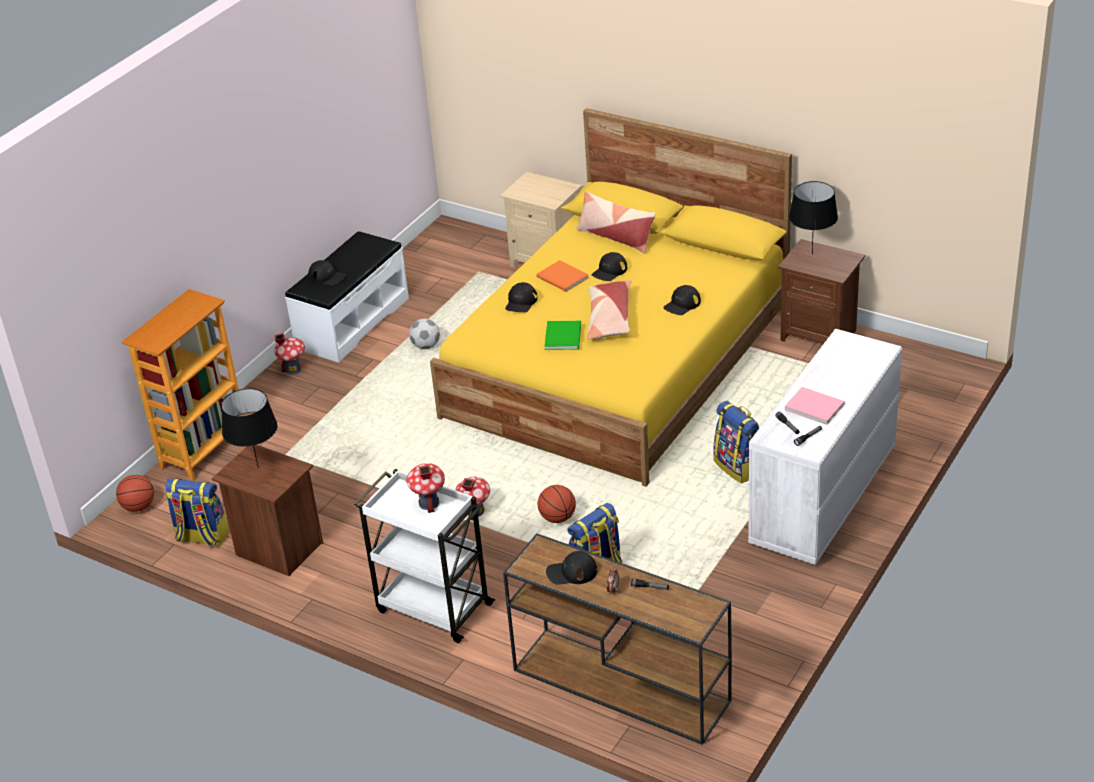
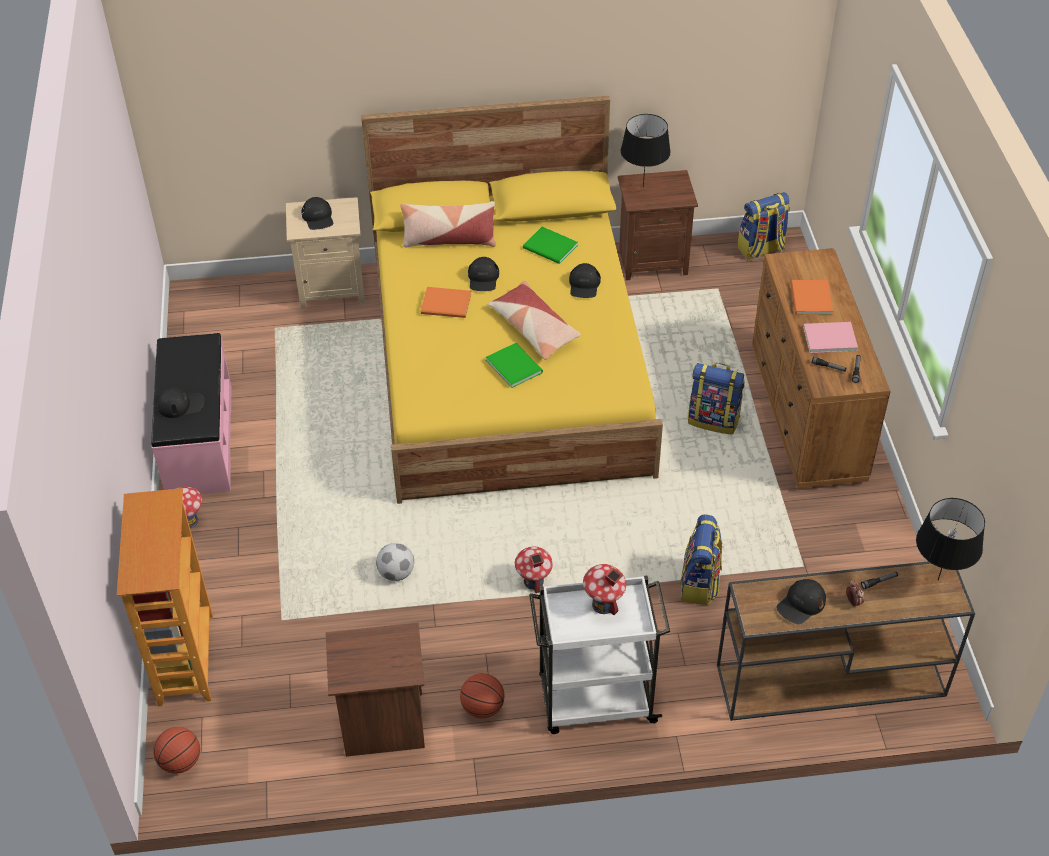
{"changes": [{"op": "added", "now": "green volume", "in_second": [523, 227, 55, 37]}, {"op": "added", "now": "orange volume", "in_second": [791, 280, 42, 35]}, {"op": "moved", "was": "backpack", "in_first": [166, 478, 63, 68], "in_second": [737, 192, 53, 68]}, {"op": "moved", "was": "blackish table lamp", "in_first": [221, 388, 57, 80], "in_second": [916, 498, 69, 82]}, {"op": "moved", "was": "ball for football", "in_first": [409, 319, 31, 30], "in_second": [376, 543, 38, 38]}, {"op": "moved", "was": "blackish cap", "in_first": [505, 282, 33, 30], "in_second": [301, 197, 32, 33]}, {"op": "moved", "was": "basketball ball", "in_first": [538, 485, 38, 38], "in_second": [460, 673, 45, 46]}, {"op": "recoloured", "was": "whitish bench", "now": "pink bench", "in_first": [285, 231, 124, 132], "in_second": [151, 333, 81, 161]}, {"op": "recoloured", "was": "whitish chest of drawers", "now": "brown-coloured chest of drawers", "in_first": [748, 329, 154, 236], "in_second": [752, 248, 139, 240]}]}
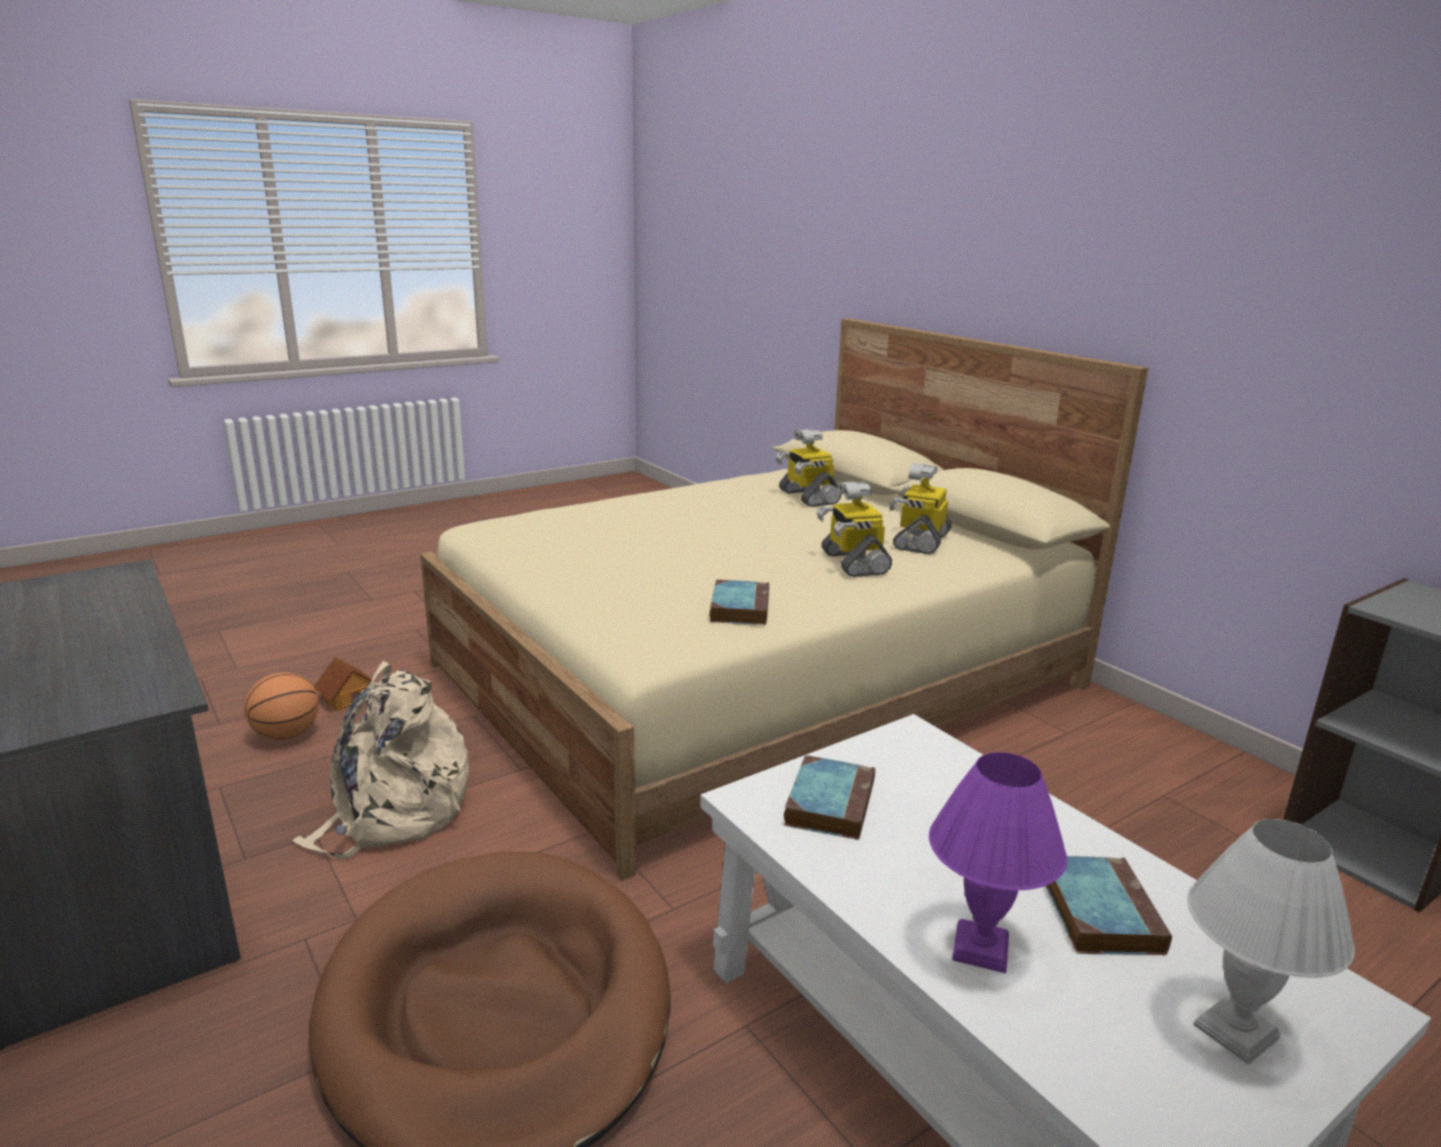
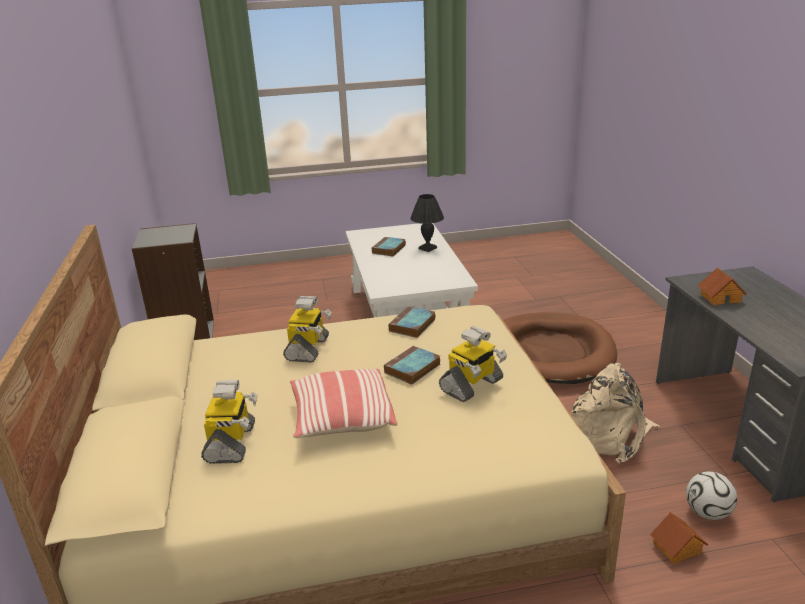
{"changes": [{"op": "removed", "was": "whitish table lamp", "in_first": [1187, 819, 168, 246]}, {"op": "added", "now": "pillow", "in_second": [290, 369, 107, 69]}, {"op": "added", "now": "toy house", "in_second": [697, 268, 49, 38]}, {"op": "moved", "was": "volume", "in_first": [784, 755, 91, 85], "in_second": [384, 346, 56, 39]}, {"op": "moved", "was": "model robot", "in_first": [889, 463, 63, 91], "in_second": [439, 326, 68, 76]}, {"op": "replaced", "was": "basketball ball", "now": "ball for football", "in_first": [244, 672, 75, 68], "in_second": [686, 471, 51, 49]}, {"op": "recoloured", "was": "purple table lamp", "now": "blackish table lamp", "in_first": [929, 752, 138, 221], "in_second": [410, 194, 34, 58]}]}
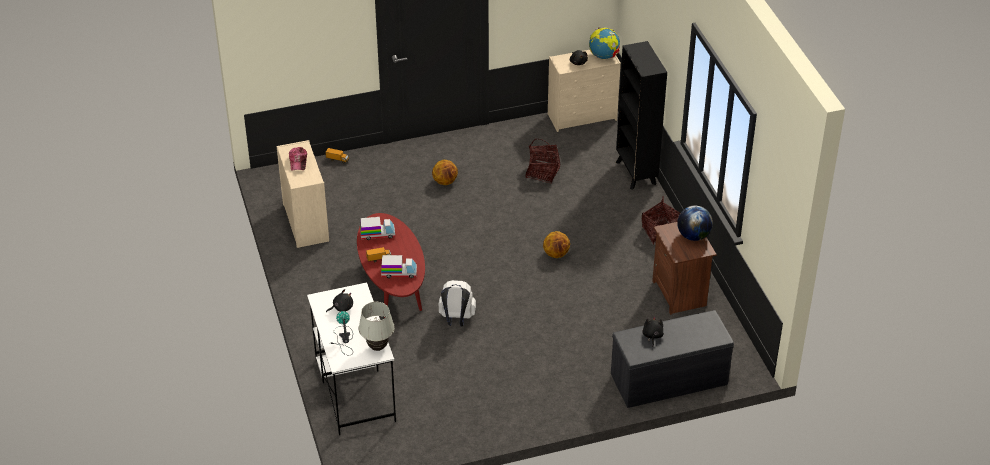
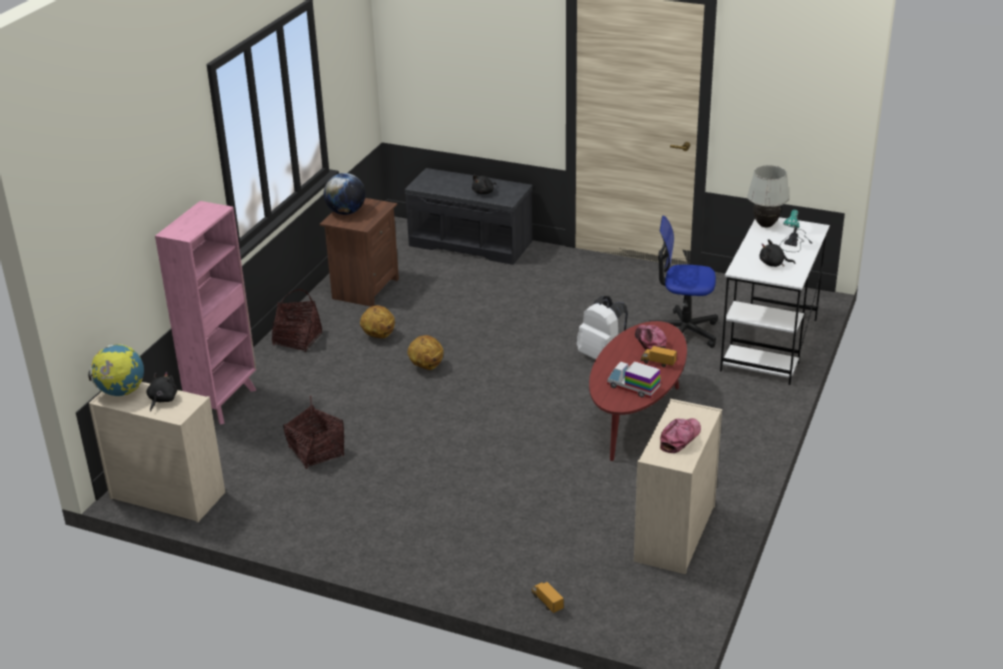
{"changes": [{"op": "added", "now": "office chair", "in_second": [648, 216, 70, 132]}, {"op": "moved", "was": "basketball ball", "in_first": [432, 160, 26, 25], "in_second": [360, 305, 35, 33]}, {"op": "replaced", "was": "toy lorry", "now": "cap", "in_first": [381, 255, 36, 23], "in_second": [635, 325, 32, 25]}, {"op": "recoloured", "was": "blackish shelving unit", "now": "pink shelving unit", "in_first": [616, 41, 51, 149], "in_second": [155, 201, 101, 224]}]}
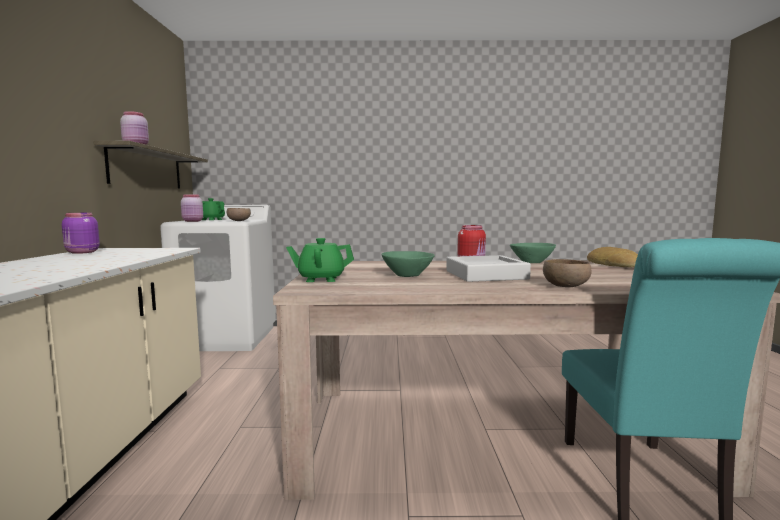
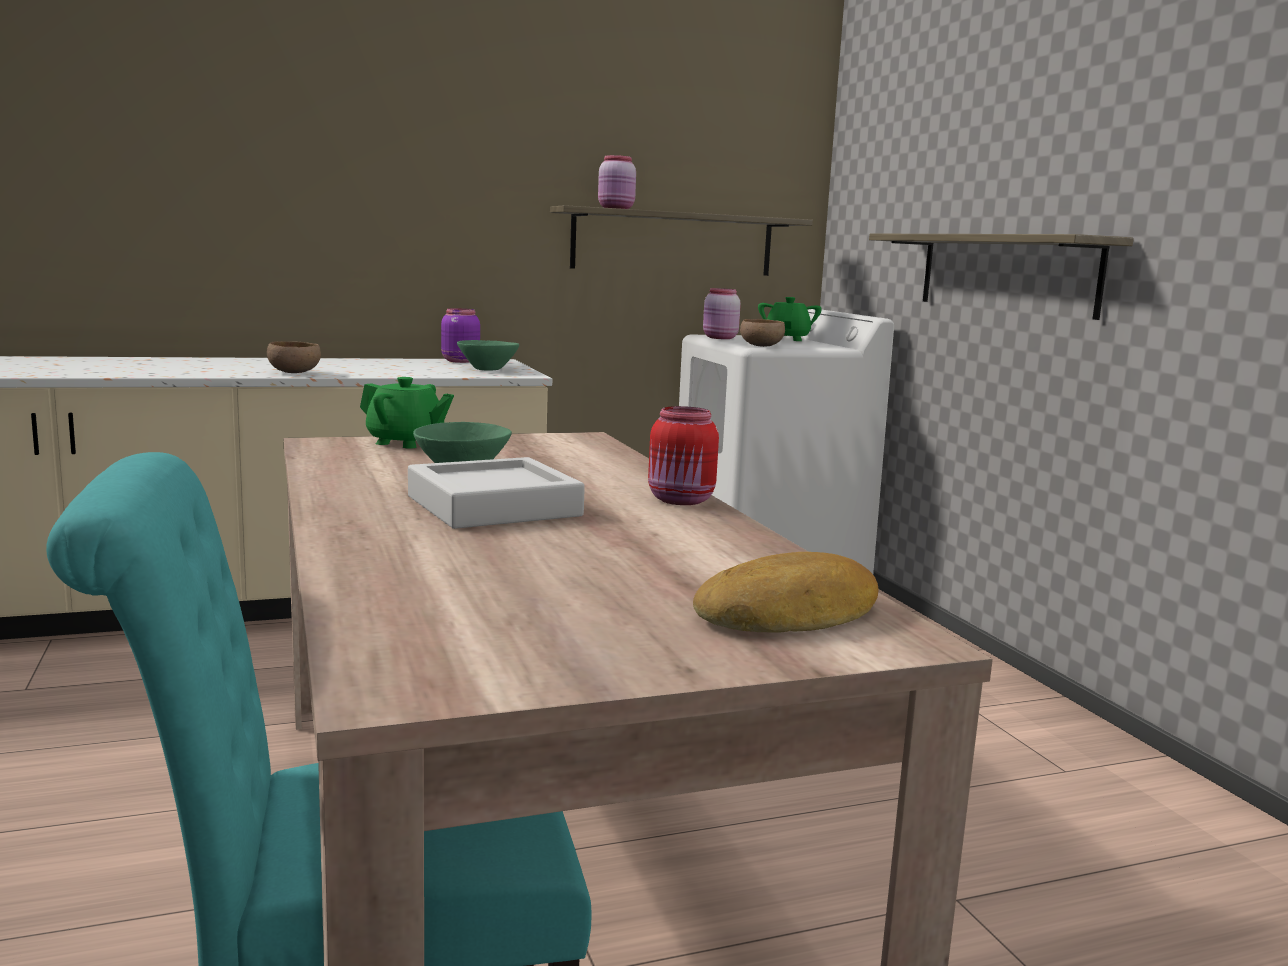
{"changes": [{"op": "added", "now": "wall shelf", "in_second": [869, 234, 265, 86]}, {"op": "moved", "was": "green bowl", "in_first": [510, 243, 46, 20], "in_second": [457, 340, 62, 30]}, {"op": "moved", "was": "brown-coloured bowl", "in_first": [543, 259, 49, 28], "in_second": [267, 341, 54, 32]}, {"op": "turned", "was": "green tea pot", "in_first": [286, 238, 68, 44], "in_second": [360, 377, 94, 72], "clockwise": 135}]}
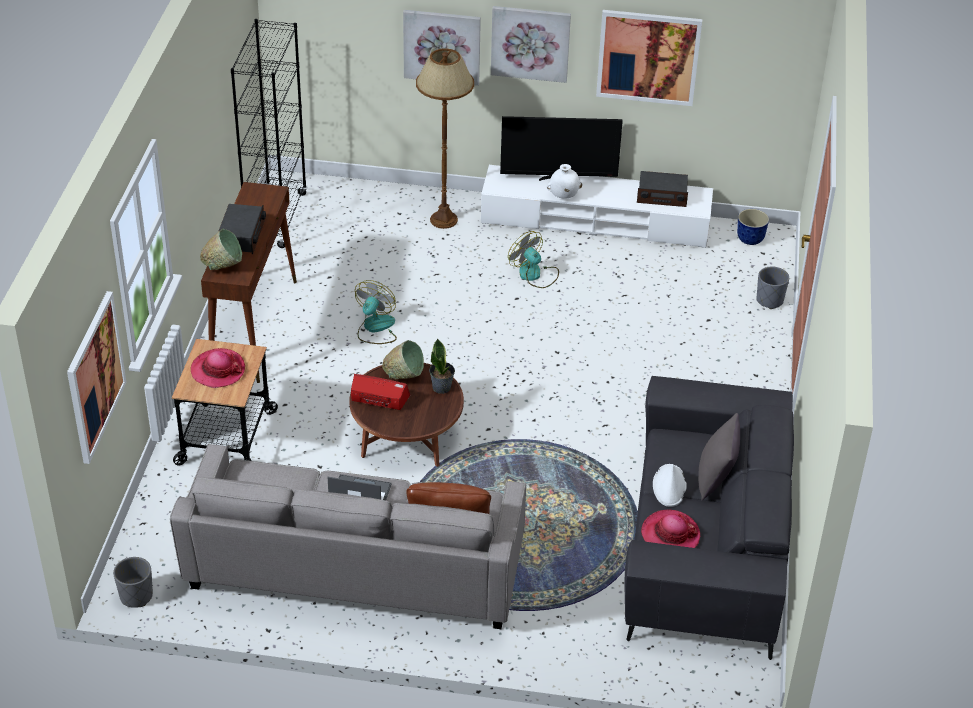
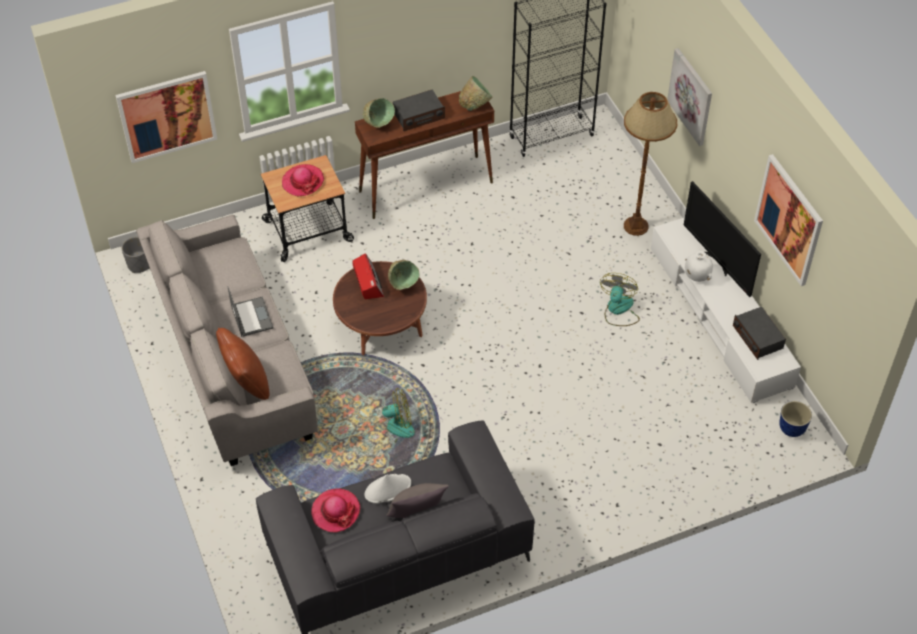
{"changes": [{"op": "removed", "was": "houseplant", "in_first": [429, 339, 26, 55]}, {"op": "removed", "was": "wall picture", "in_first": [491, 6, 80, 77]}, {"op": "removed", "was": "greyish flower pot", "in_first": [757, 266, 32, 43]}, {"op": "added", "now": "green bowl", "in_second": [459, 76, 34, 35]}, {"op": "moved", "was": "cooling fan", "in_first": [355, 280, 42, 64], "in_second": [373, 388, 42, 55]}]}
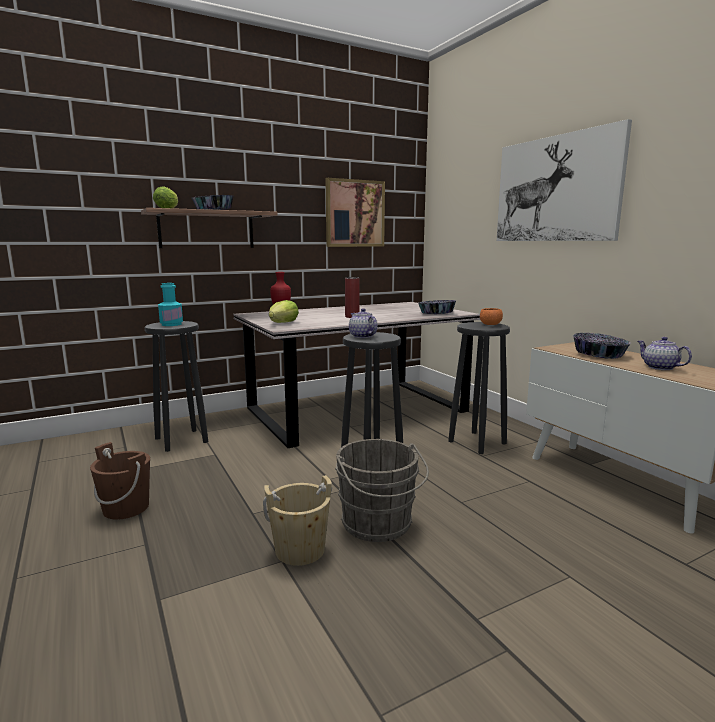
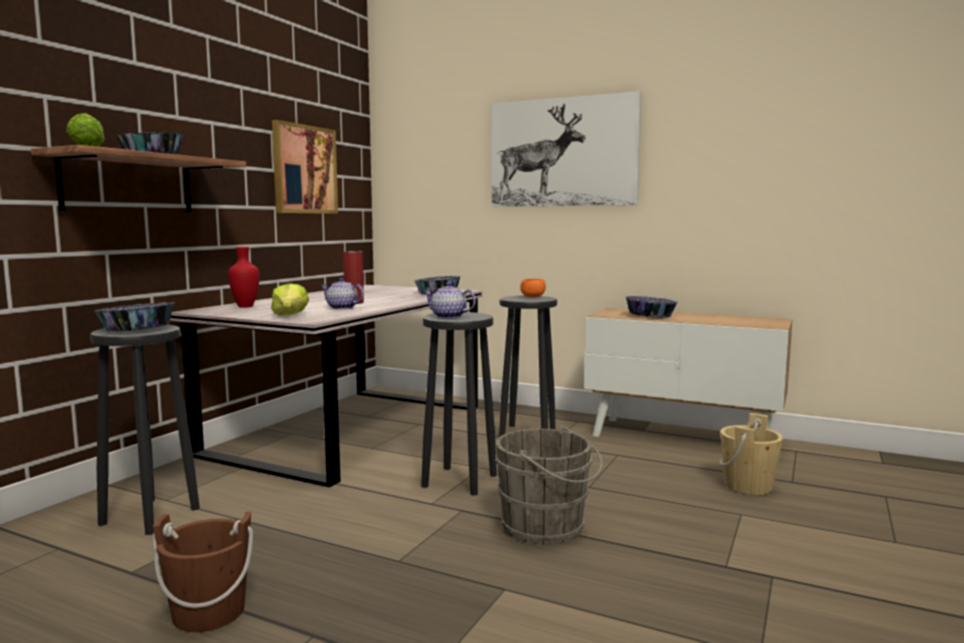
{"changes": [{"op": "moved", "was": "beige water bucket", "in_first": [263, 475, 69, 91], "in_second": [719, 413, 64, 82]}, {"op": "moved", "was": "tea pot", "in_first": [637, 337, 55, 33], "in_second": [321, 278, 43, 31]}, {"op": "replaced", "was": "turquoise-coloured bottle", "now": "bowl", "in_first": [158, 283, 25, 43], "in_second": [95, 302, 79, 29]}]}
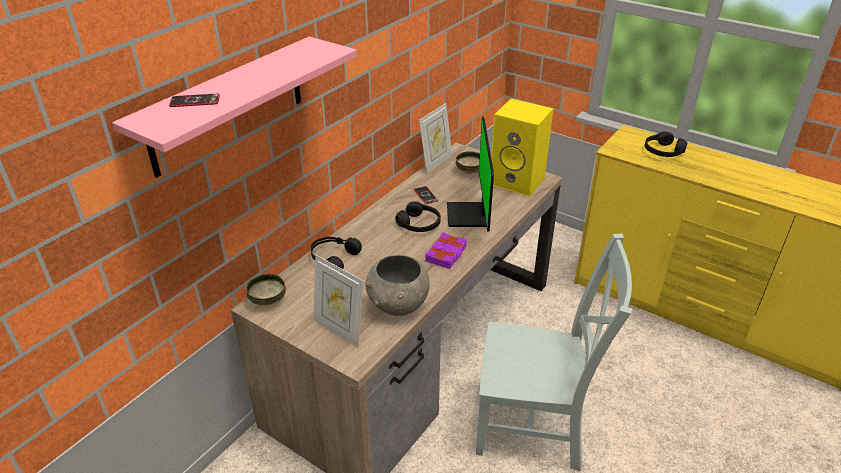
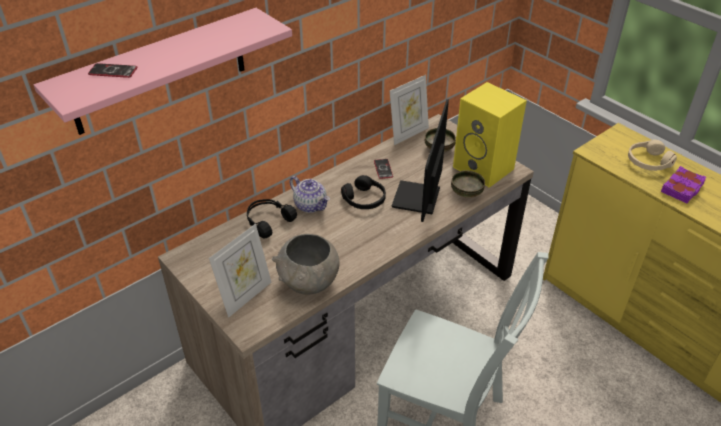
{"changes": [{"op": "added", "now": "tea pot", "in_second": [290, 176, 40, 37]}, {"op": "moved", "was": "bowl", "in_first": [246, 274, 40, 32], "in_second": [451, 170, 34, 28]}, {"op": "moved", "was": "purple volume", "in_first": [425, 232, 42, 37], "in_second": [661, 166, 45, 37]}, {"op": "recoloured", "was": "blackish pair of headphones", "now": "beige pair of headphones", "in_first": [645, 131, 42, 26], "in_second": [628, 140, 49, 31]}, {"op": "turned", "was": "standing frame", "in_first": [313, 255, 50, 93], "in_second": [209, 224, 62, 94], "clockwise": -105}]}
